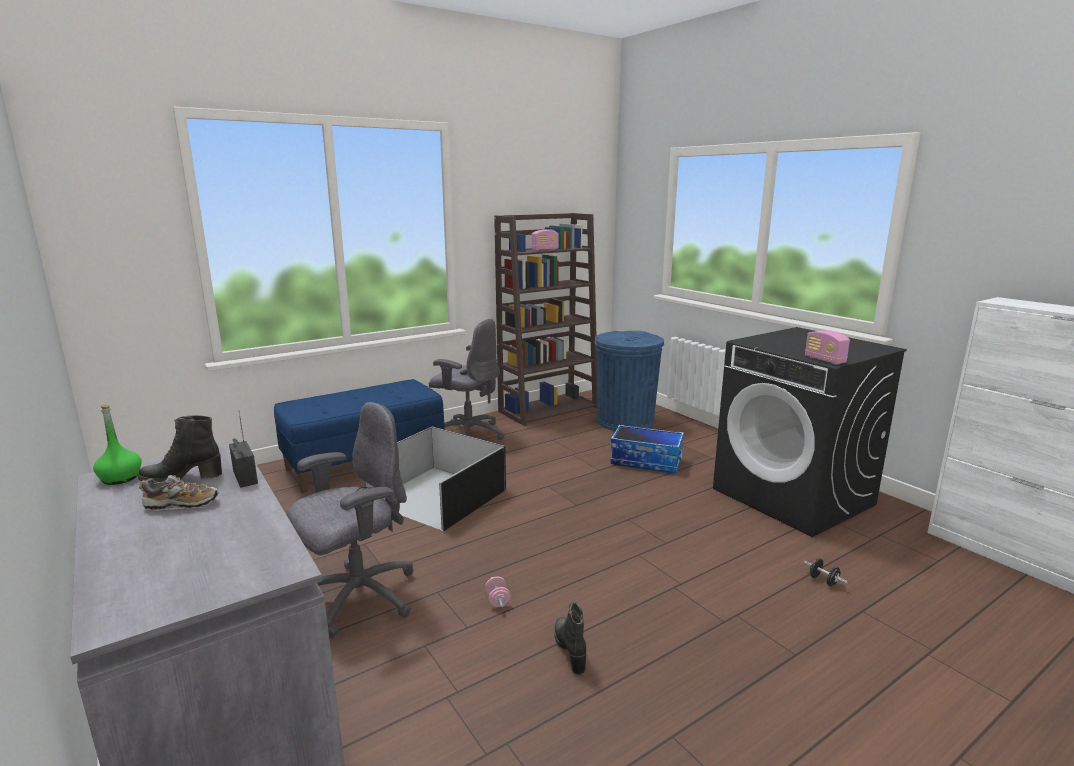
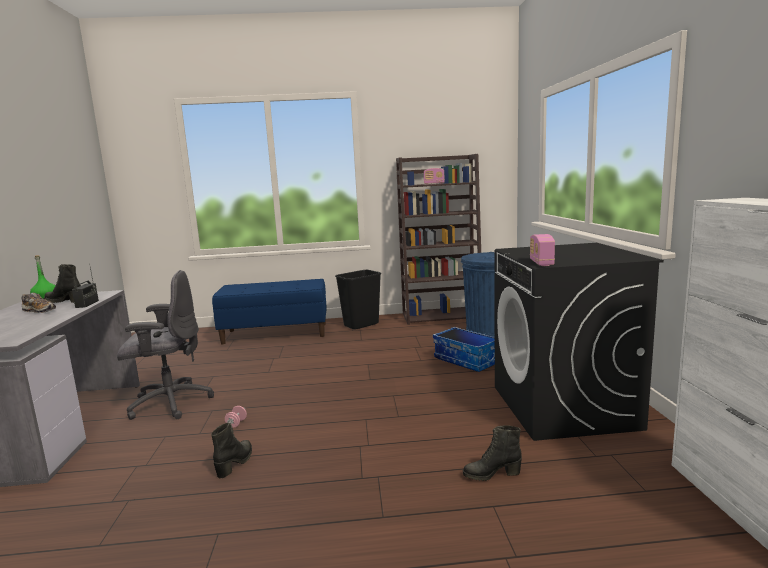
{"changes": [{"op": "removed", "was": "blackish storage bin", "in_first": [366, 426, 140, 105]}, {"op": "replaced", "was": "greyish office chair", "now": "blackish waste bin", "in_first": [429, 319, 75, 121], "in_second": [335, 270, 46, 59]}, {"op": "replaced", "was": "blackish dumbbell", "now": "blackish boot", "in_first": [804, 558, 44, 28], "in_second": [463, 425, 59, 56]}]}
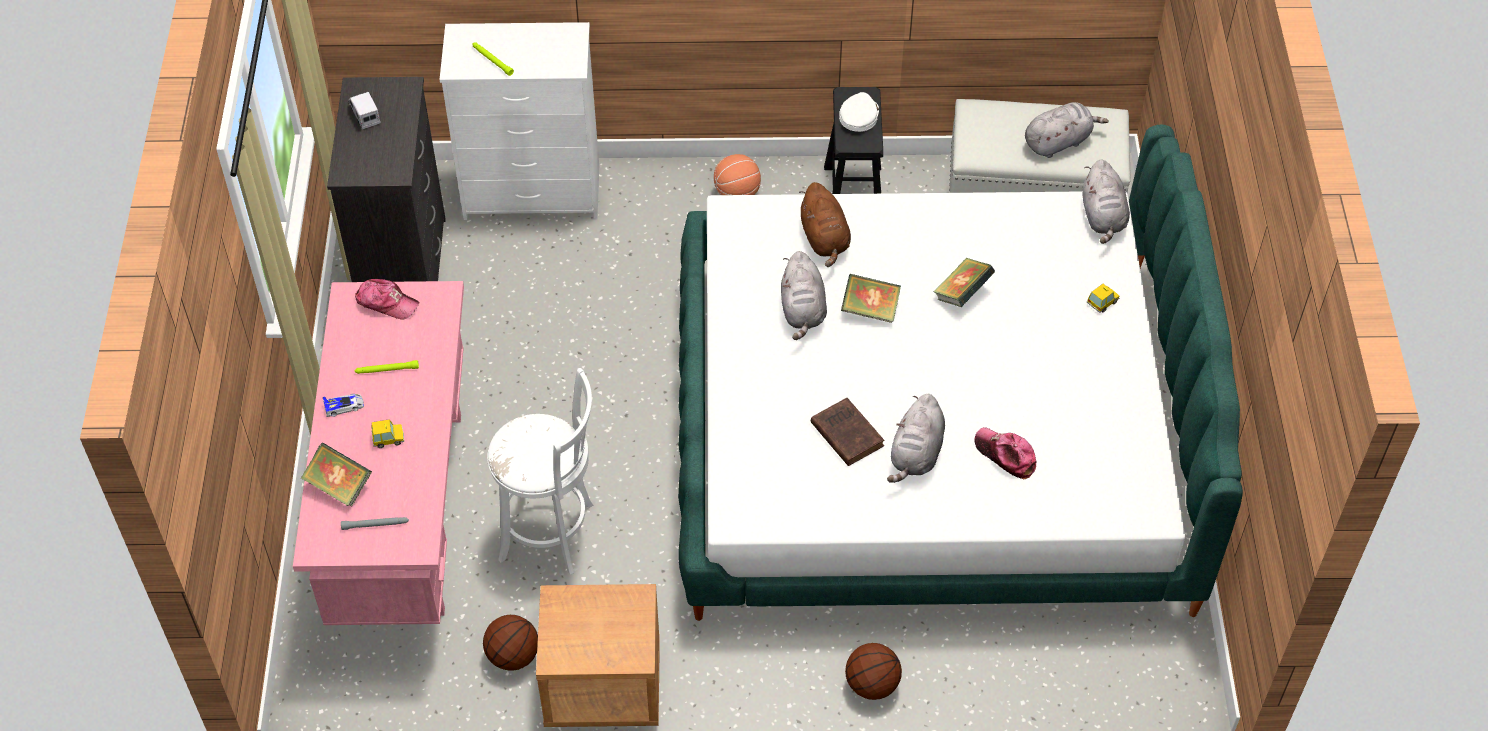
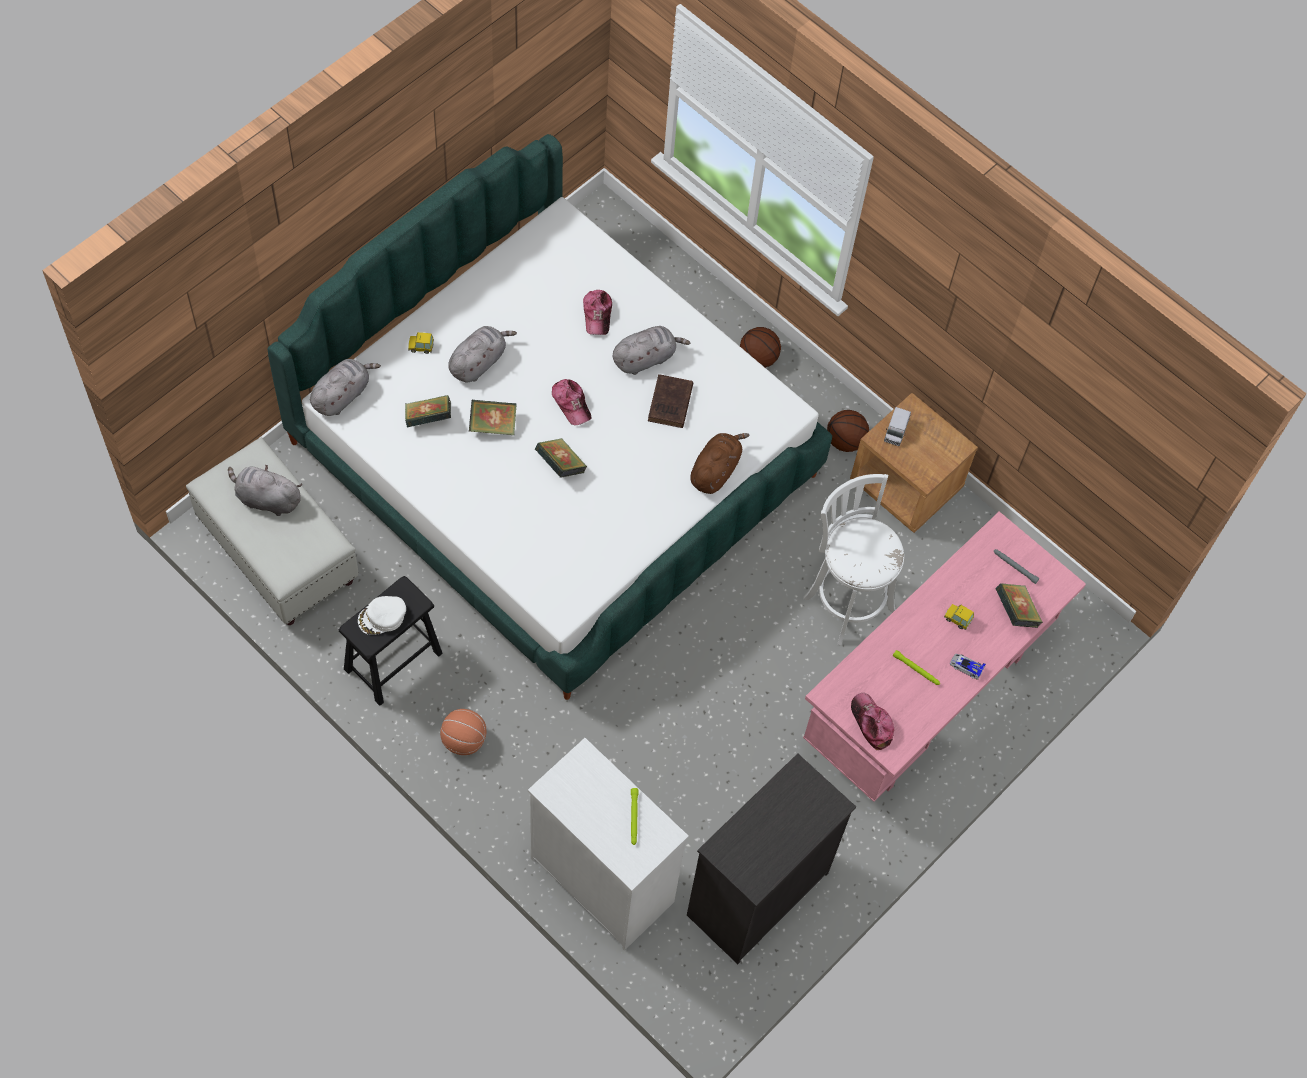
{"changes": [{"op": "added", "now": "volume", "in_second": [405, 395, 46, 33]}, {"op": "added", "now": "cap", "in_second": [552, 379, 39, 46]}, {"op": "moved", "was": "toy lorry", "in_first": [348, 92, 33, 37], "in_second": [884, 407, 27, 39]}, {"op": "moved", "was": "basketball ball", "in_first": [483, 615, 55, 56], "in_second": [827, 410, 42, 42]}, {"op": "moved", "was": "greyish soft toy", "in_first": [781, 251, 46, 89], "in_second": [448, 326, 69, 57]}, {"op": "moved", "was": "brown-coloured soft toy", "in_first": [799, 182, 52, 85], "in_second": [690, 433, 60, 61]}]}
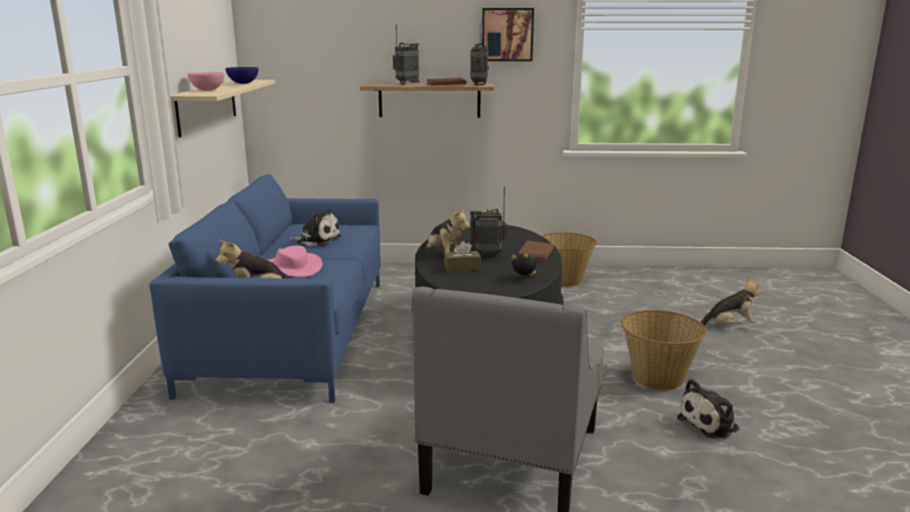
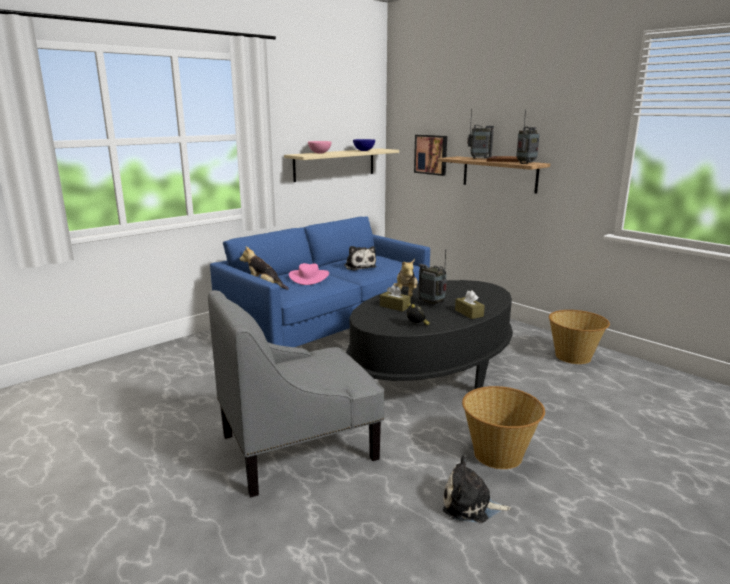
{"changes": [{"op": "removed", "was": "soft toy", "in_first": [700, 277, 62, 49]}, {"op": "moved", "was": "wall picture", "in_first": [482, 8, 52, 53], "in_second": [414, 135, 33, 41]}, {"op": "replaced", "was": "brown-coloured volume", "now": "brown-coloured tissue holder", "in_first": [517, 241, 38, 21], "in_second": [455, 290, 30, 29]}]}
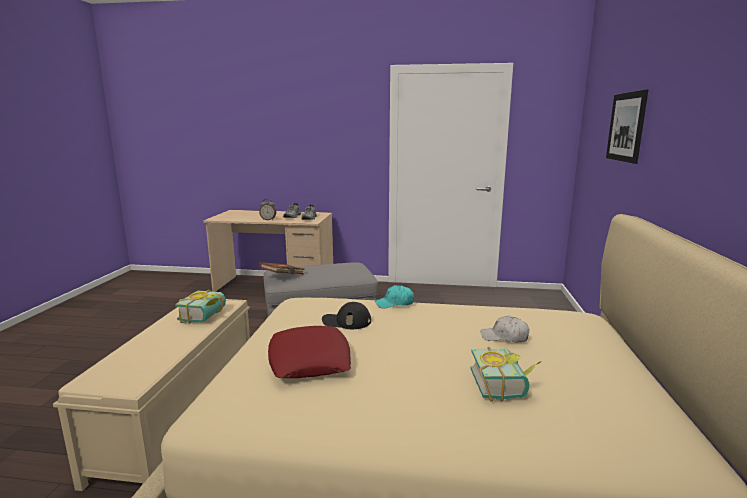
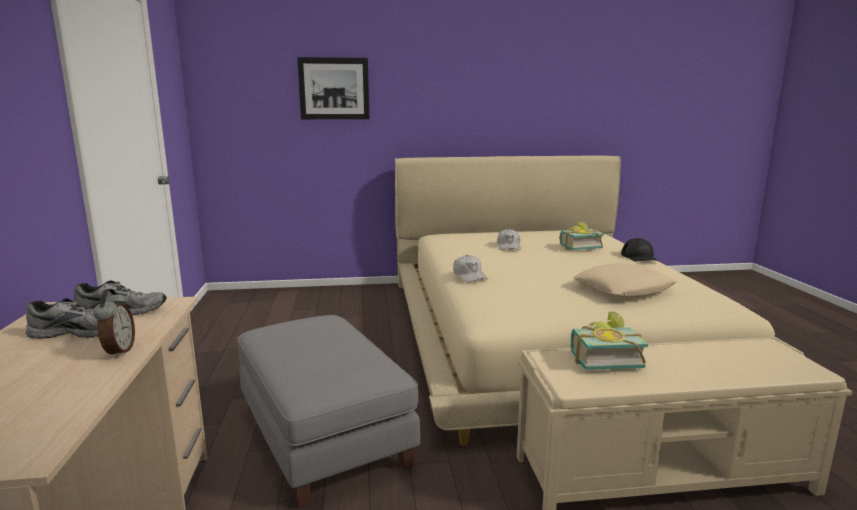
{"changes": [{"op": "removed", "was": "brown-coloured volume", "in_first": [259, 262, 46, 12]}, {"op": "moved", "was": "blackish cap", "in_first": [322, 302, 49, 27], "in_second": [621, 238, 38, 24]}, {"op": "recoloured", "was": "reddish pillow", "now": "beige pillow", "in_first": [268, 326, 83, 52], "in_second": [573, 263, 103, 35]}, {"op": "recoloured", "was": "turquoise-coloured cap", "now": "whitish cap", "in_first": [375, 285, 39, 23], "in_second": [453, 255, 34, 27]}]}
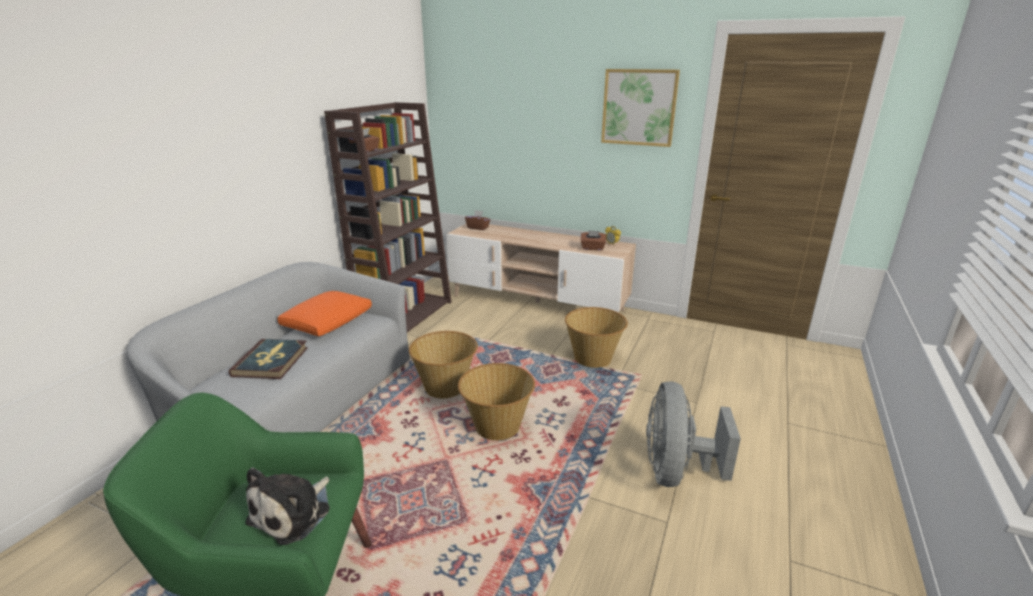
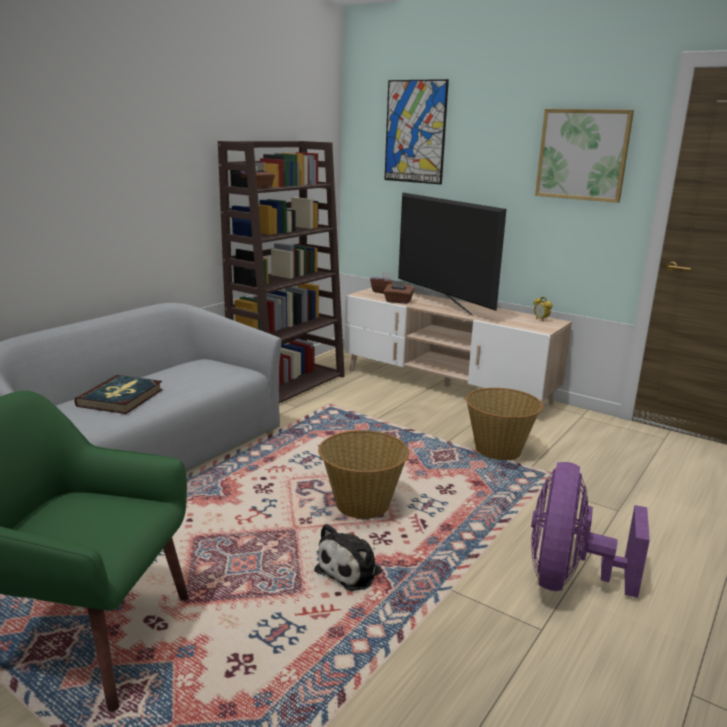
{"changes": [{"op": "removed", "was": "orange pillow", "in_first": [277, 291, 95, 45]}, {"op": "removed", "was": "basket", "in_first": [409, 331, 69, 67]}, {"op": "added", "now": "wall picture", "in_second": [385, 79, 64, 106]}, {"op": "added", "now": "TV set", "in_second": [398, 192, 109, 124]}, {"op": "moved", "was": "soft toy", "in_first": [246, 467, 84, 78], "in_second": [314, 524, 68, 67]}, {"op": "moved", "was": "brown-coloured tissue holder", "in_first": [581, 230, 25, 20], "in_second": [384, 280, 30, 24]}, {"op": "recoloured", "was": "greyish cooling fan", "now": "purple cooling fan", "in_first": [646, 382, 95, 105], "in_second": [531, 462, 119, 136]}]}
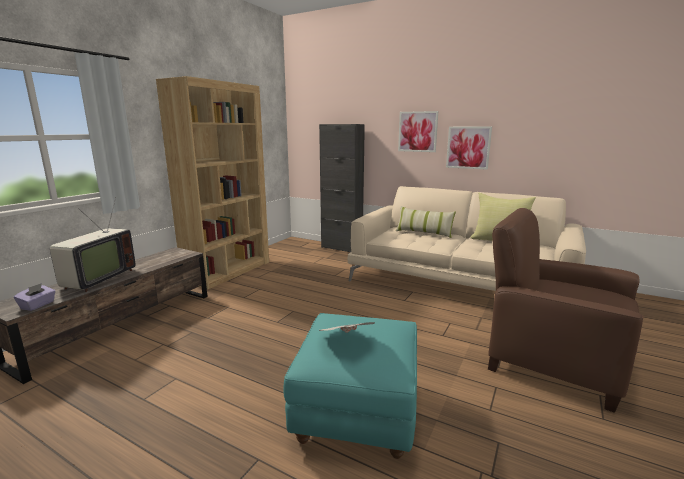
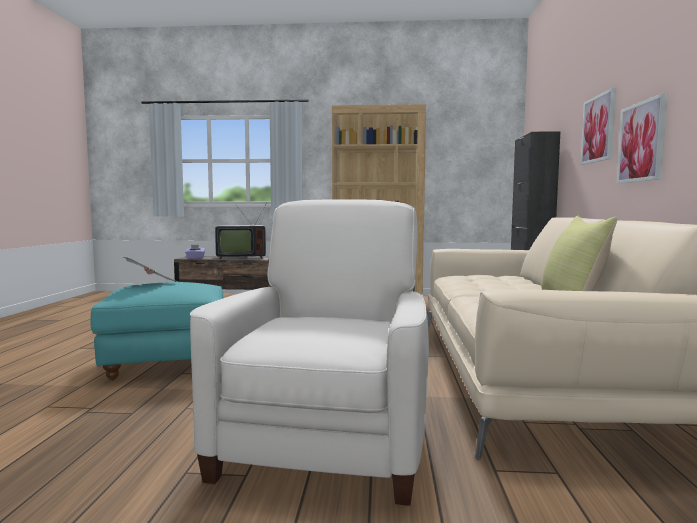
{"changes": [{"op": "removed", "was": "pillow", "in_first": [396, 206, 60, 32]}, {"op": "recoloured", "was": "brown-coloured lounge chair", "now": "whitish lounge chair", "in_first": [488, 208, 156, 205], "in_second": [190, 200, 239, 306]}]}
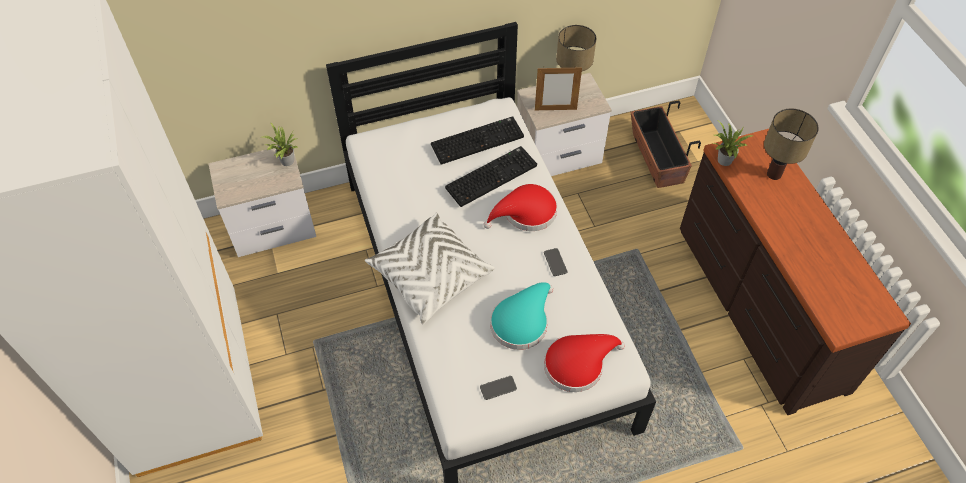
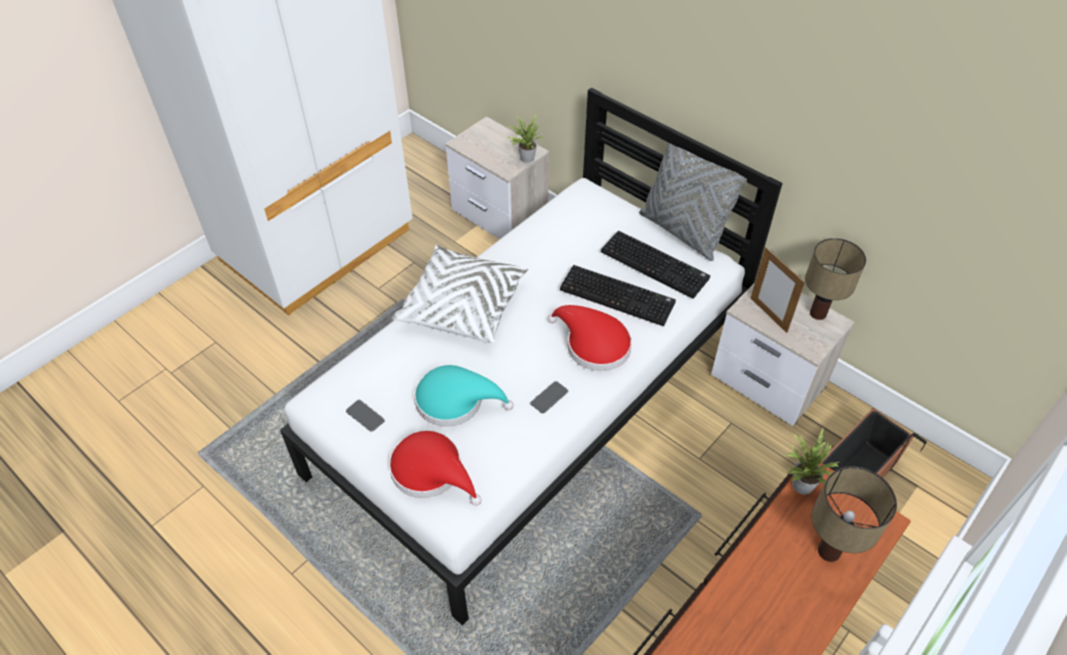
{"changes": [{"op": "added", "now": "greyish pillow", "in_second": [639, 128, 108, 133]}]}
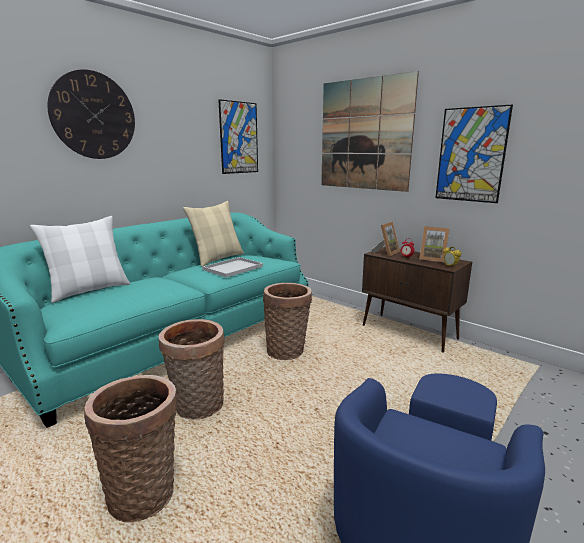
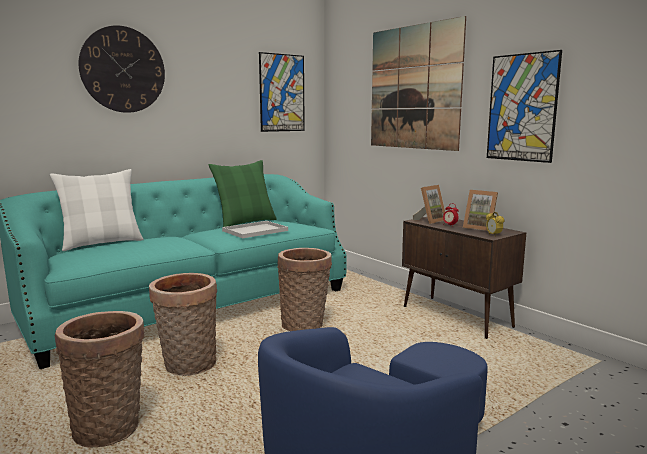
{"changes": [{"op": "recoloured", "was": "beige pillow", "now": "green pillow", "in_first": [183, 201, 61, 66], "in_second": [209, 160, 68, 67]}]}
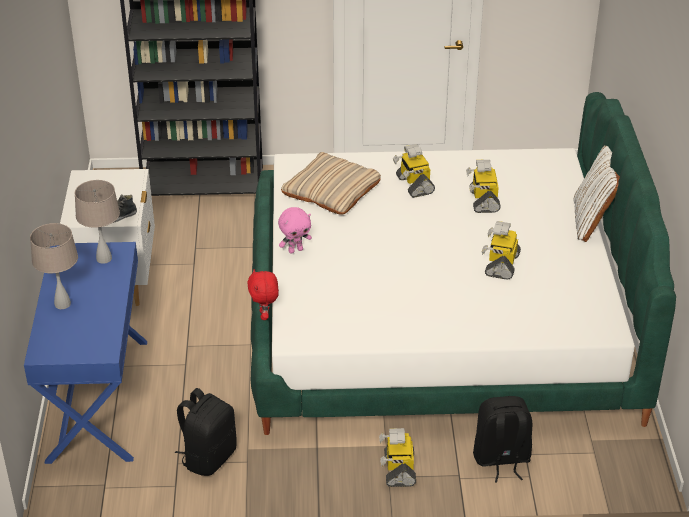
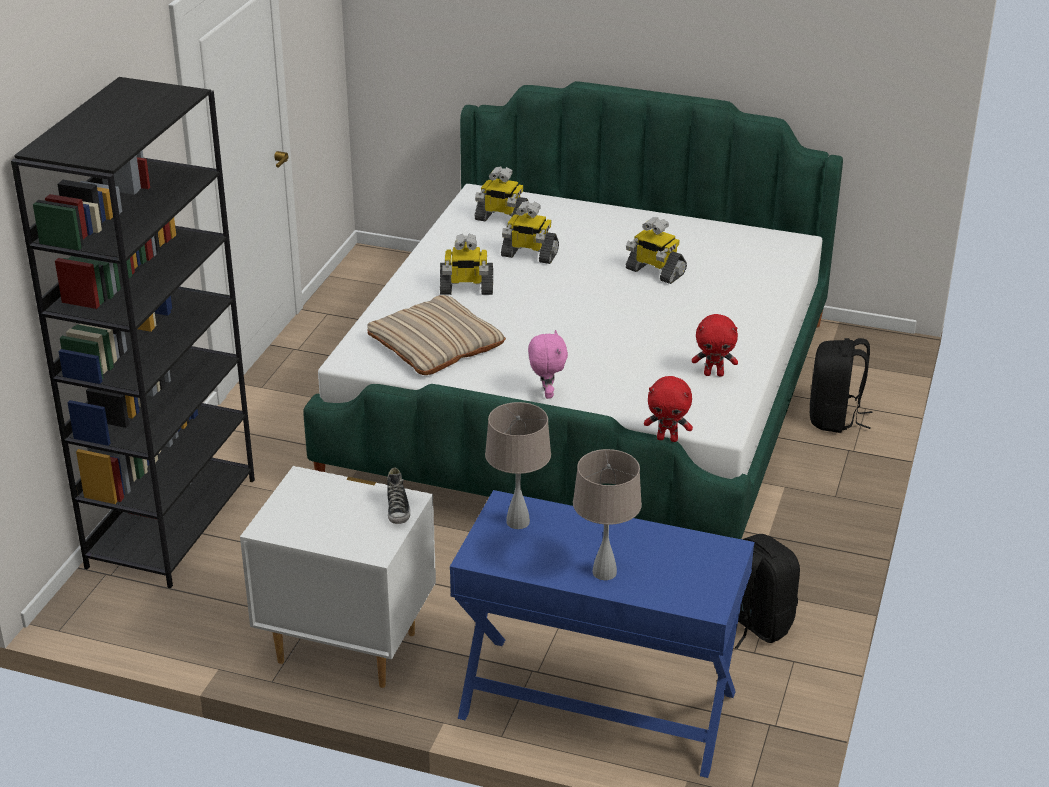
{"changes": [{"op": "removed", "was": "whitish pillow", "in_first": [574, 146, 46, 96]}, {"op": "added", "now": "reddish soft toy", "in_second": [692, 314, 46, 62]}, {"op": "moved", "was": "model robot", "in_first": [379, 428, 37, 59], "in_second": [475, 166, 53, 55]}]}
